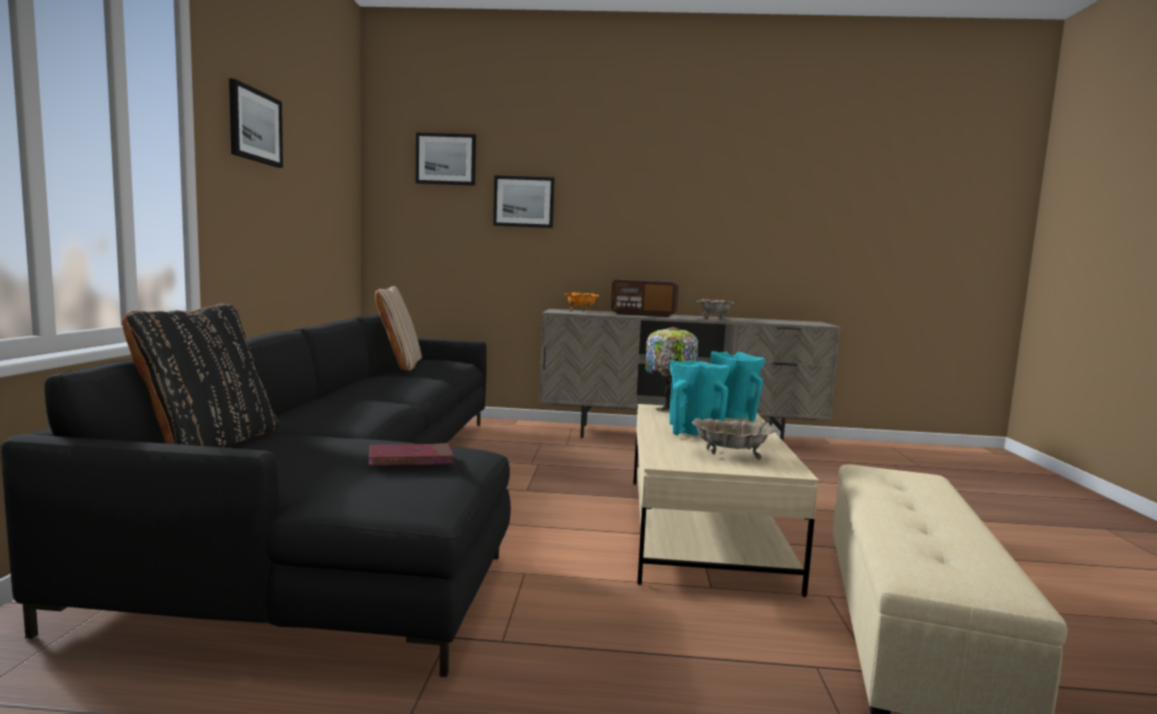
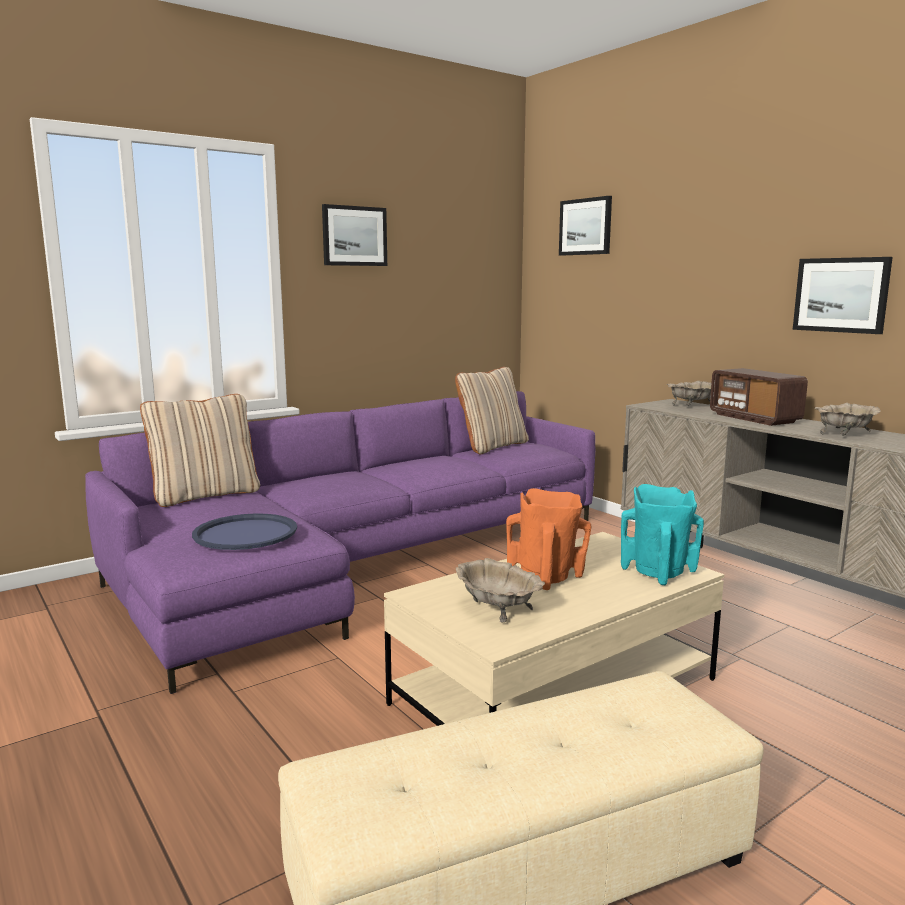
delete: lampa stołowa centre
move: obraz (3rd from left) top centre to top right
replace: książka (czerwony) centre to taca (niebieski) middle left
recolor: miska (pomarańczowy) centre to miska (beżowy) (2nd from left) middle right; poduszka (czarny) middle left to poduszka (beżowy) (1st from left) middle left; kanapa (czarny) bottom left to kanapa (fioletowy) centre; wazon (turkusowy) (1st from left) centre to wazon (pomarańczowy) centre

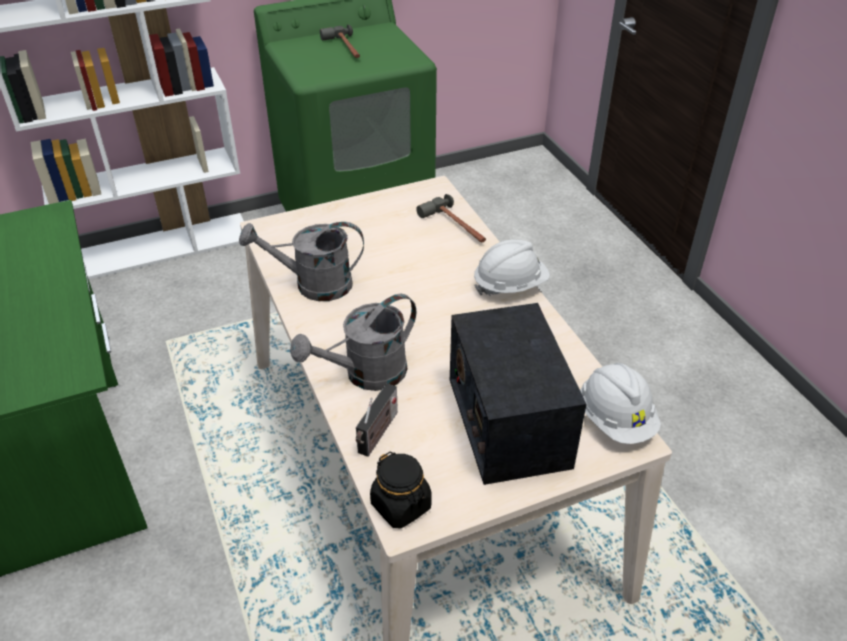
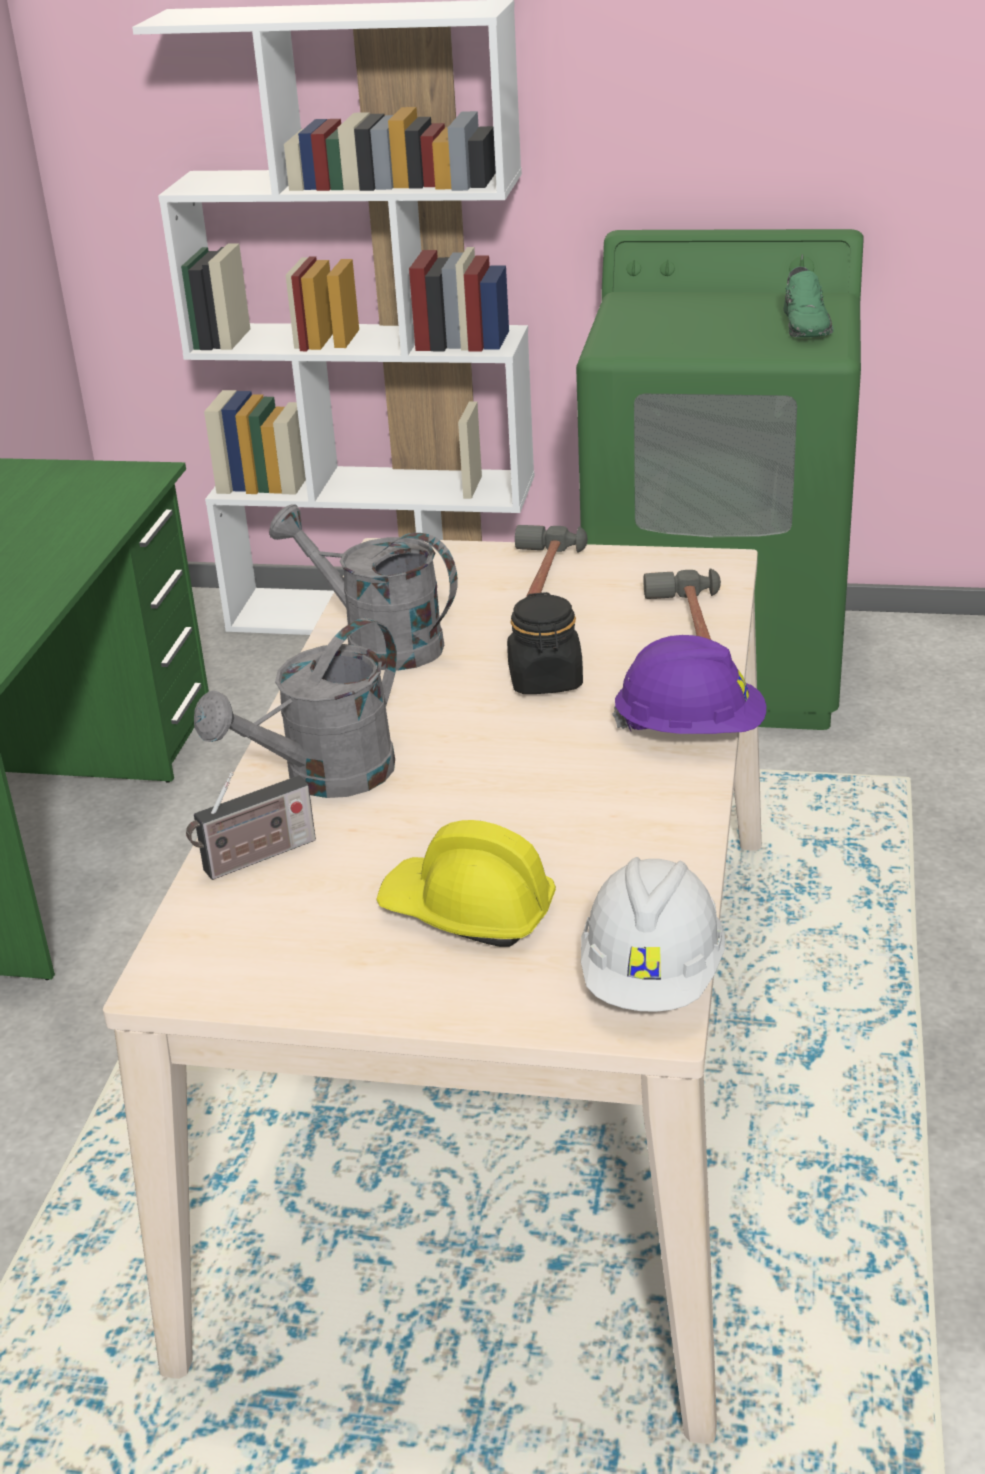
insert: but (zielony) top right
move: młotek (1st from left) top centre to centre; słoik (czarny) bottom centre to centre
replace: radio (2nd from left) centre to kask (żółty) centre
recolor: kask (biały) (1st from left) centre to kask (fioletowy) middle right
rotate: konewka (szary) (2nd from left in the first image) centre = middle left 45 degrees counterclockwise

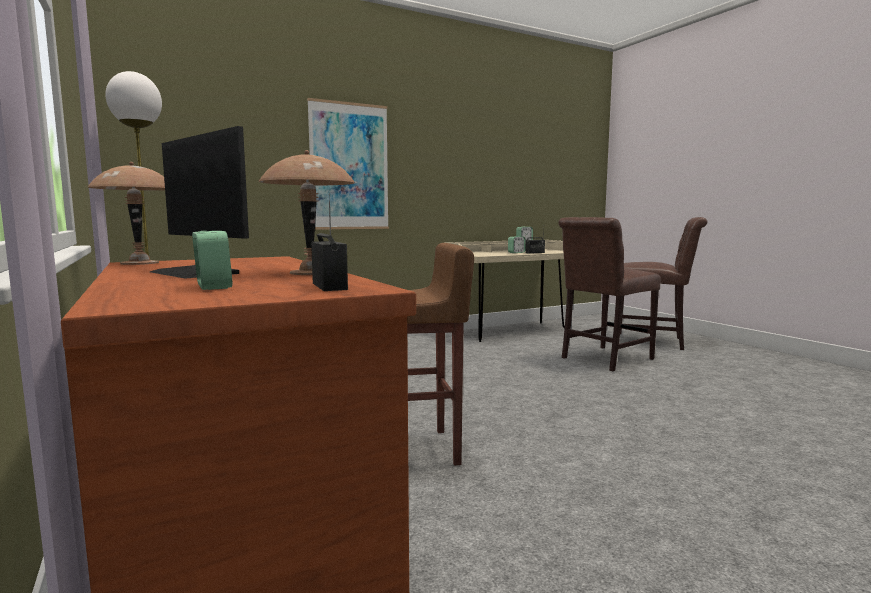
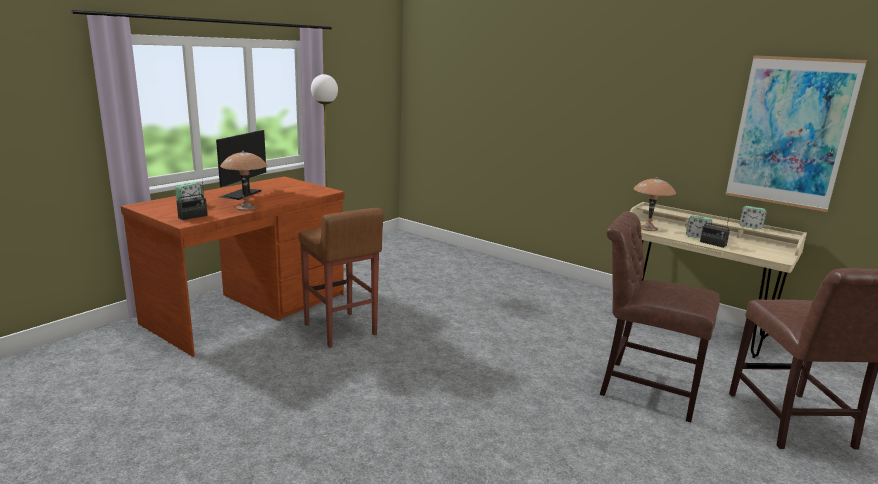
move: obraz top centre to top right; lampa stołowa (brązowy) (1st from left in the first image) middle left to lampa stołowa (brązowy) (2nd from left) middle right

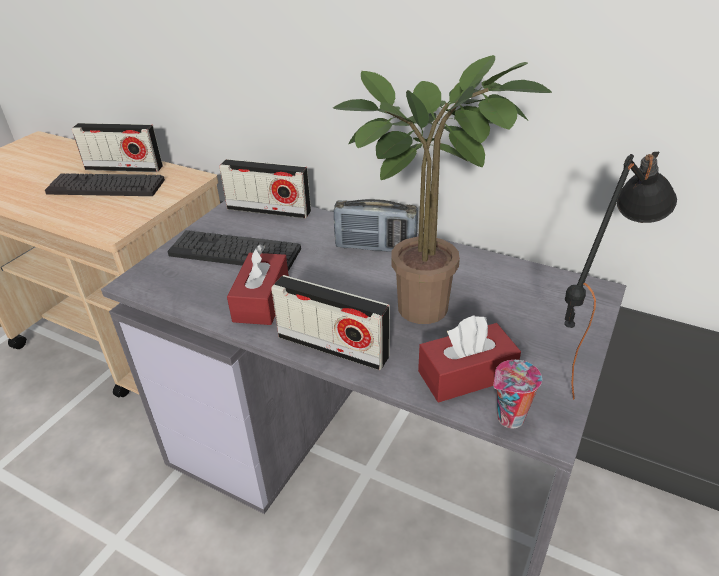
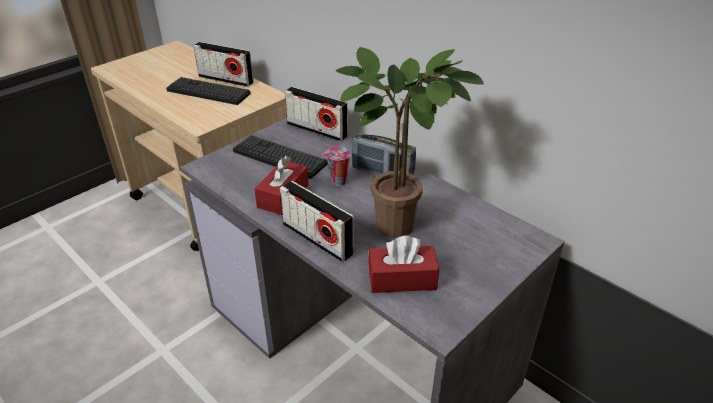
delete: lampa stołowa (czarny) middle right
move: filiżanka bottom right to centre

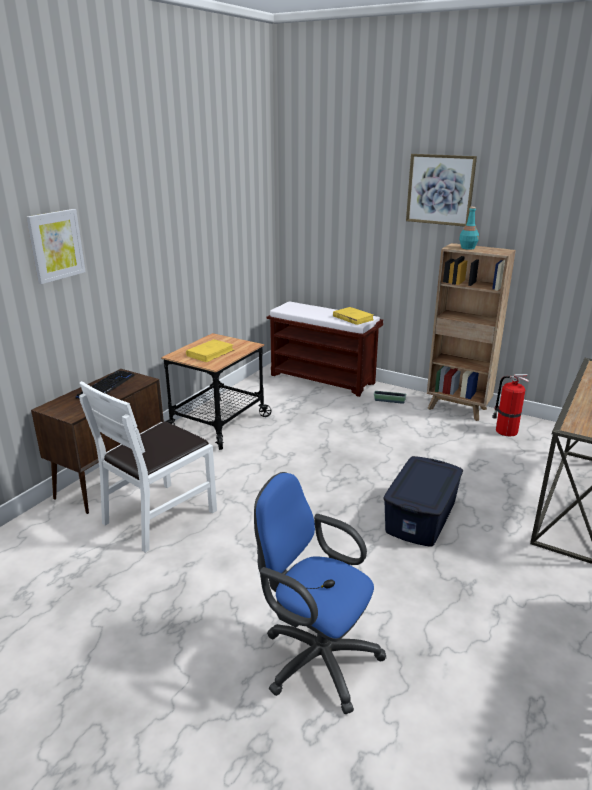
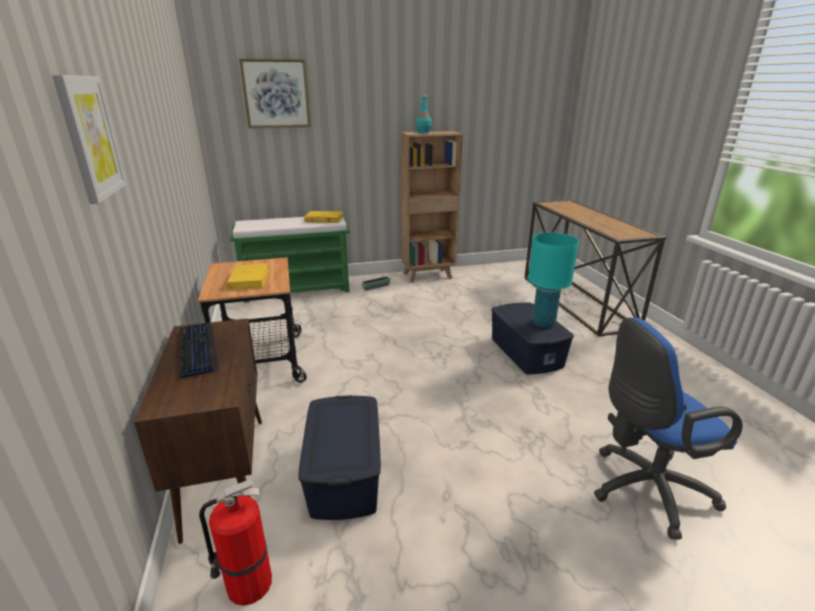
insert: lampa stołowa (turkusowy) middle right
move: obraz (2nd from left) top right to top centre; gaśnica middle right to bottom left
replace: krzesło (biały) middle left to pojemnik do przechowywania (niebieski) (1st from left) bottom centre
recolor: ławka (brązowy) centre to ławka (zielony) centre

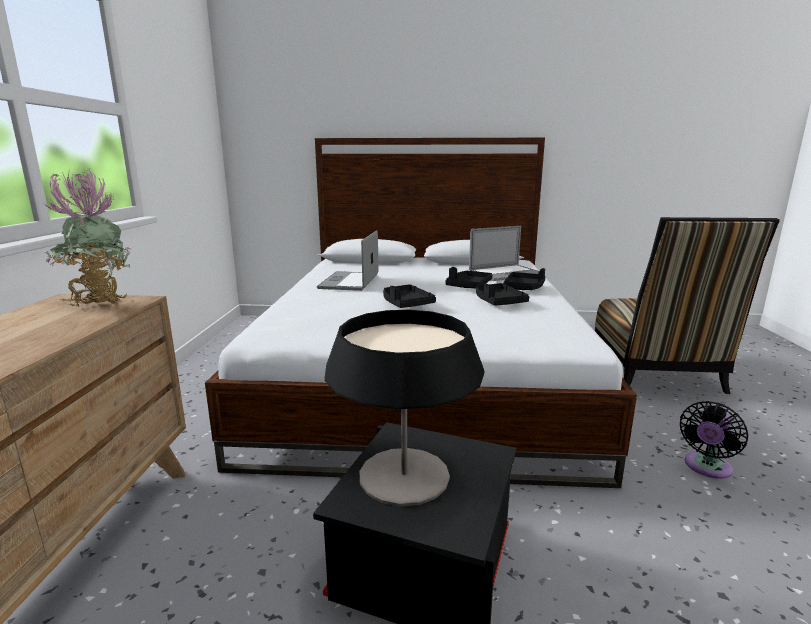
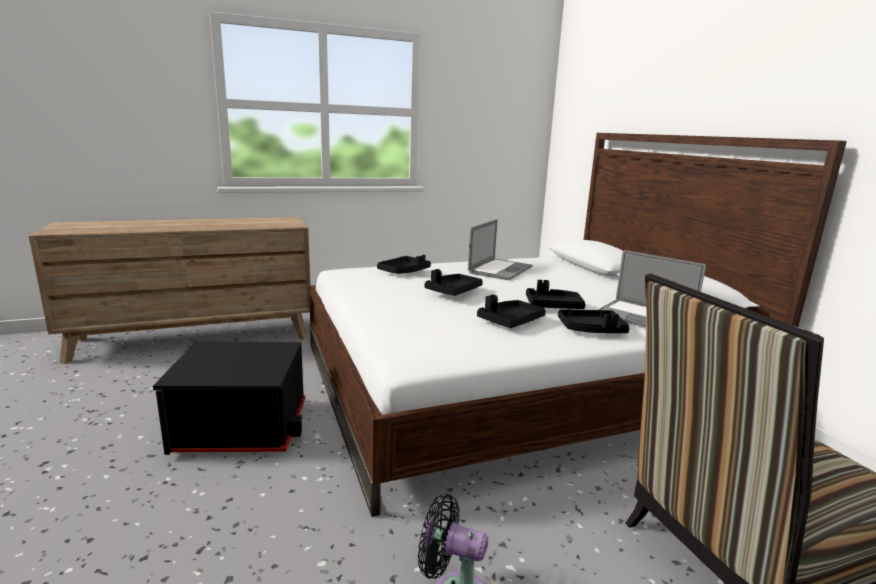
delete: roślina doniczkowa middle left; lampa stołowa centre
insert: taca (czarny) (1st from left) centre
rotate: laptop (1st from left) centre = centre 135 degrees clockwise

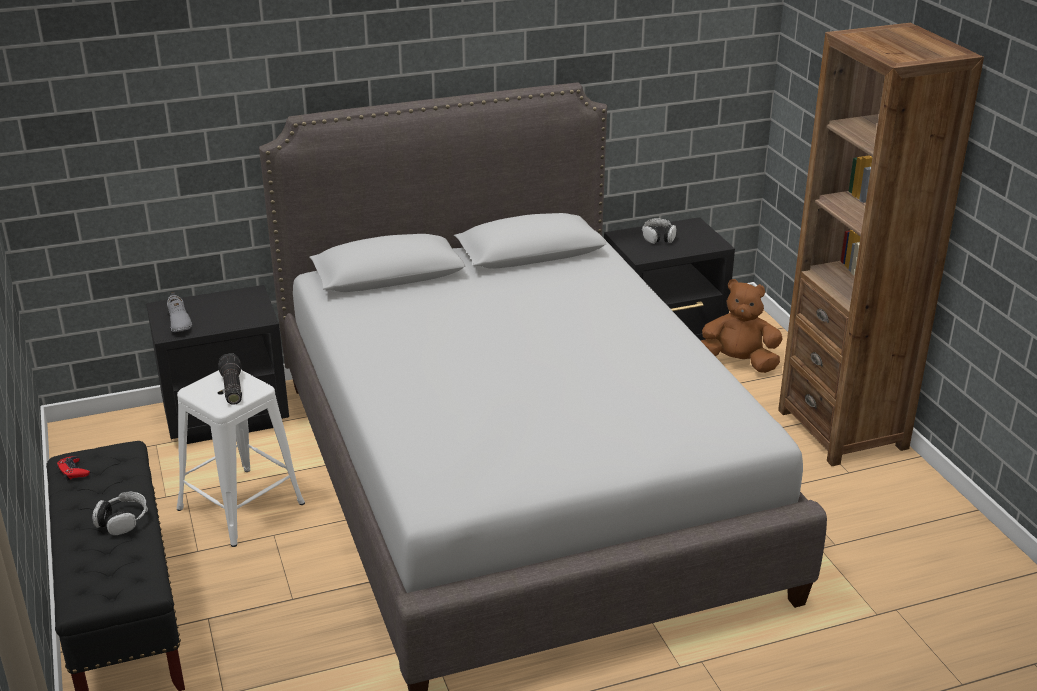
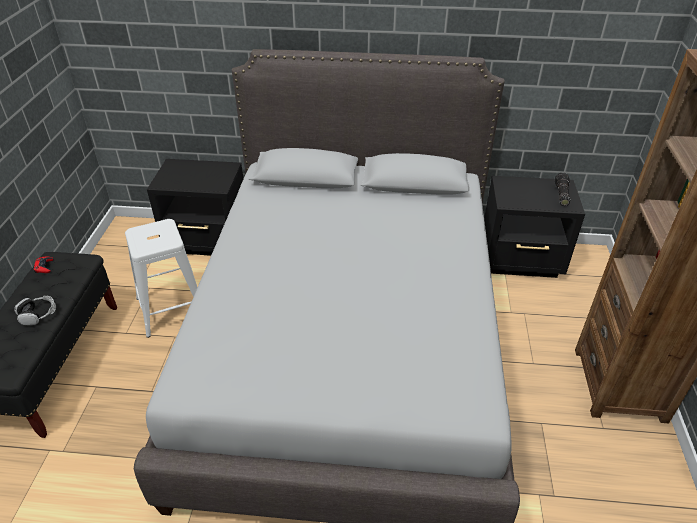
delete: słuchawki (2nd from left) centre; pluszak (brązowy) middle right; but (szary) middle left
move: latarka middle left to middle right

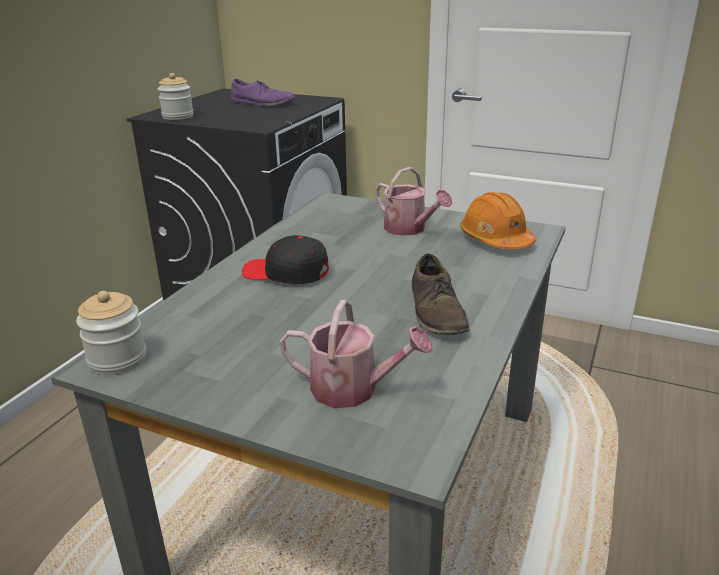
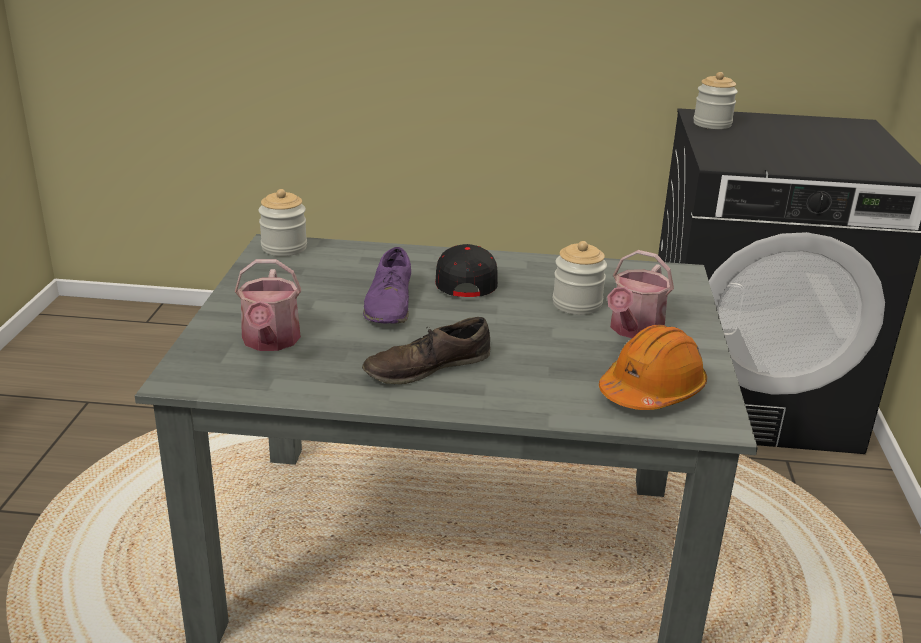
insert: słoik (2nd from left) centre
move: but (fioletowy) top centre to centre

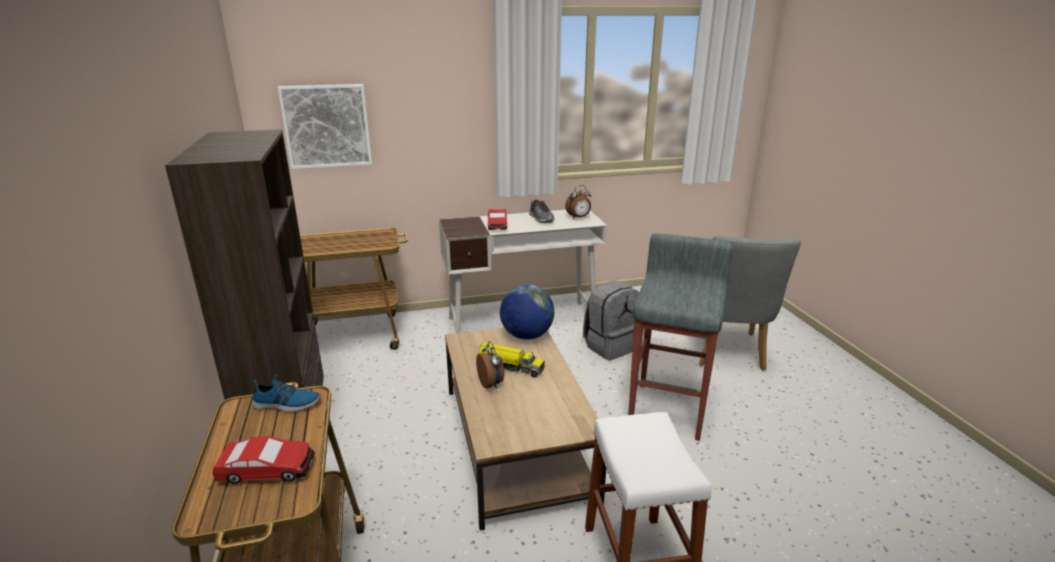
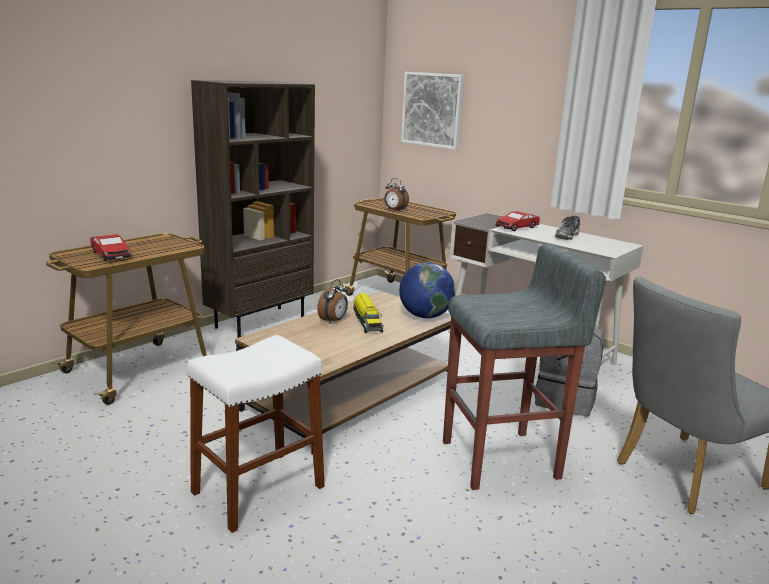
delete: but (1st from left) bottom left
move: budzik (2nd from left) centre to top centre

